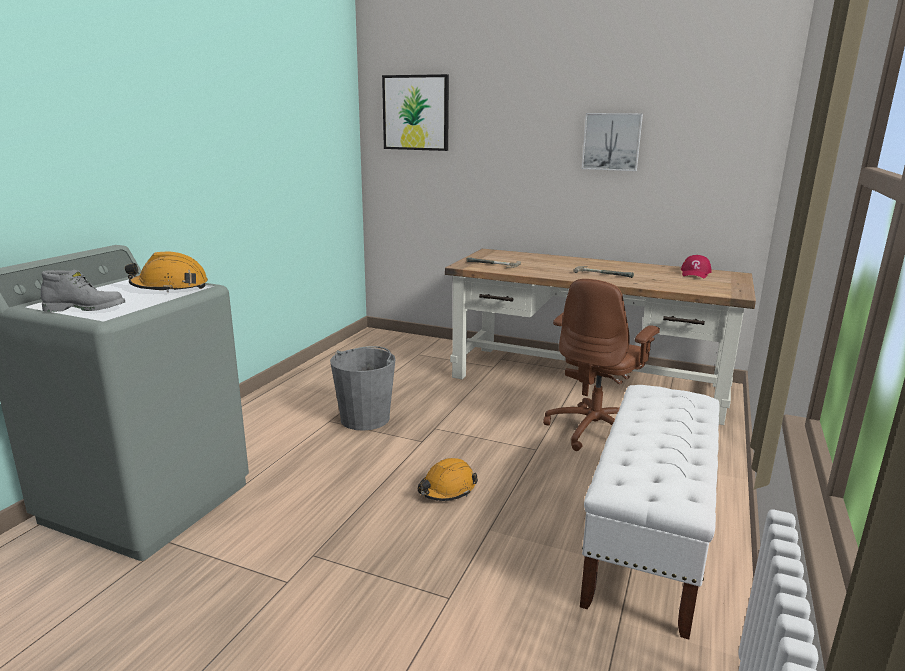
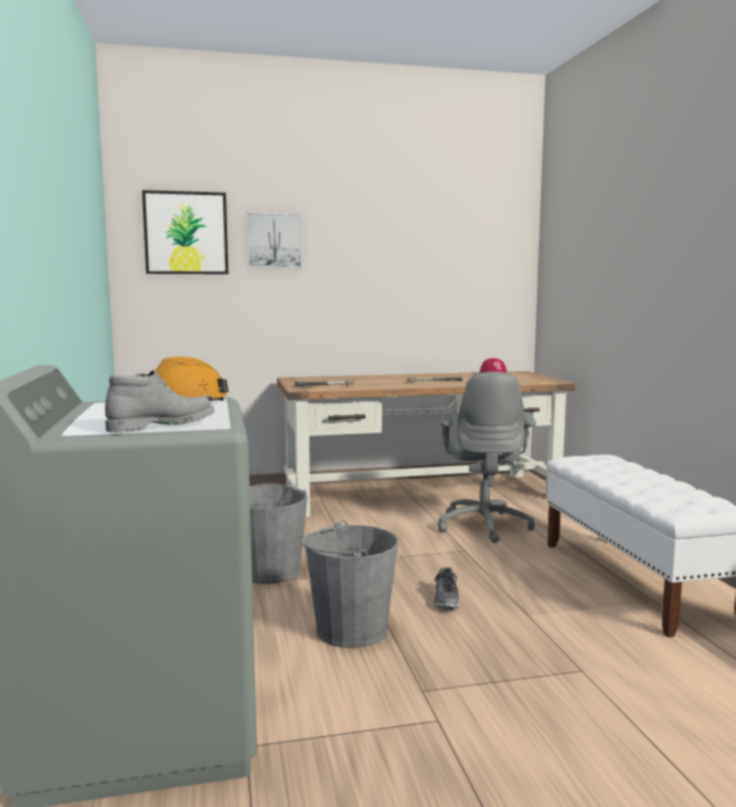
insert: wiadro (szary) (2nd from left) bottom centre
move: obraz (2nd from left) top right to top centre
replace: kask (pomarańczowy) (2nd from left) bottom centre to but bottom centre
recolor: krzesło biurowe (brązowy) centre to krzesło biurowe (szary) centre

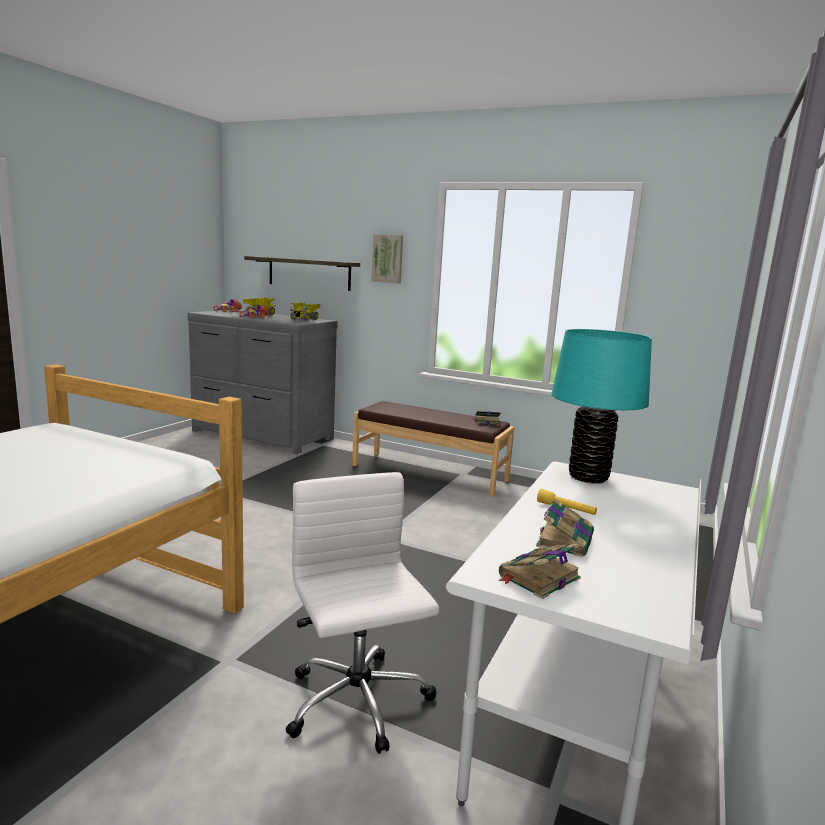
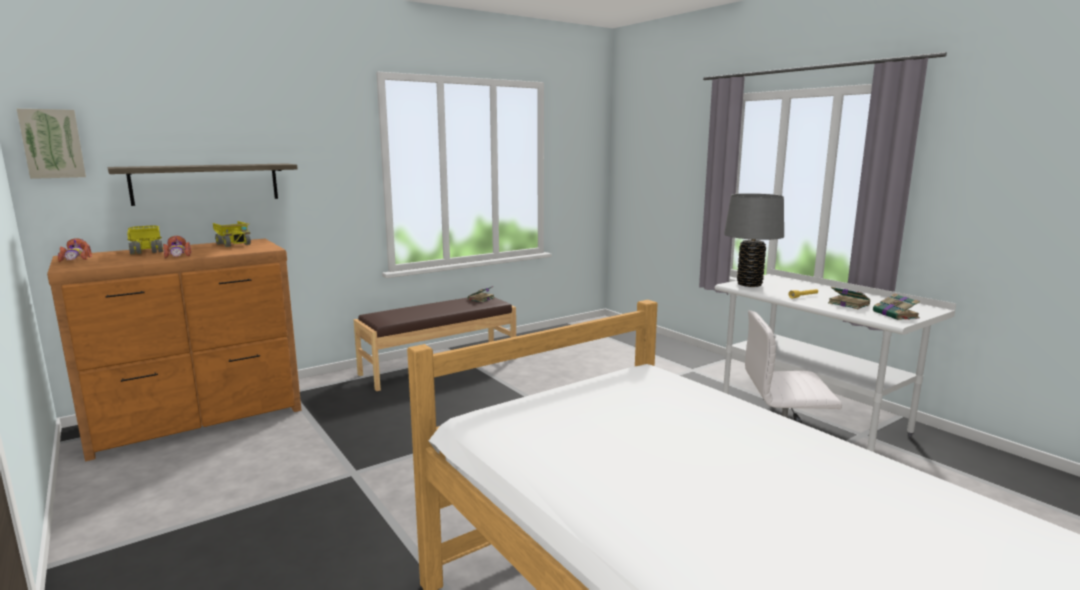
move: obraz top centre to top left
recolor: komoda (szary) middle left to komoda (brązowy) middle left; lampa stołowa (turkusowy) middle right to lampa stołowa (szary) middle right

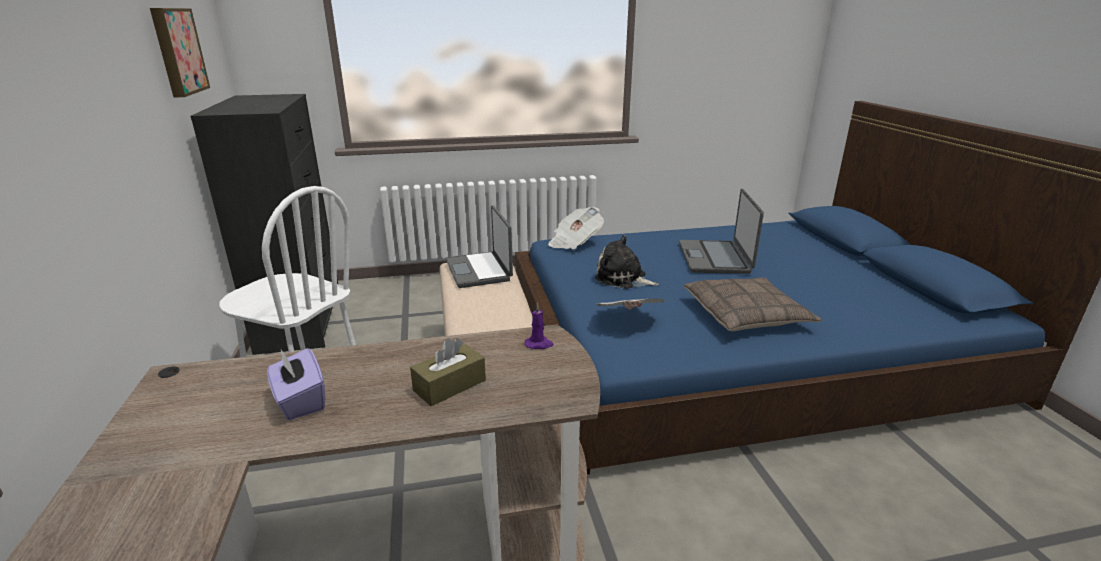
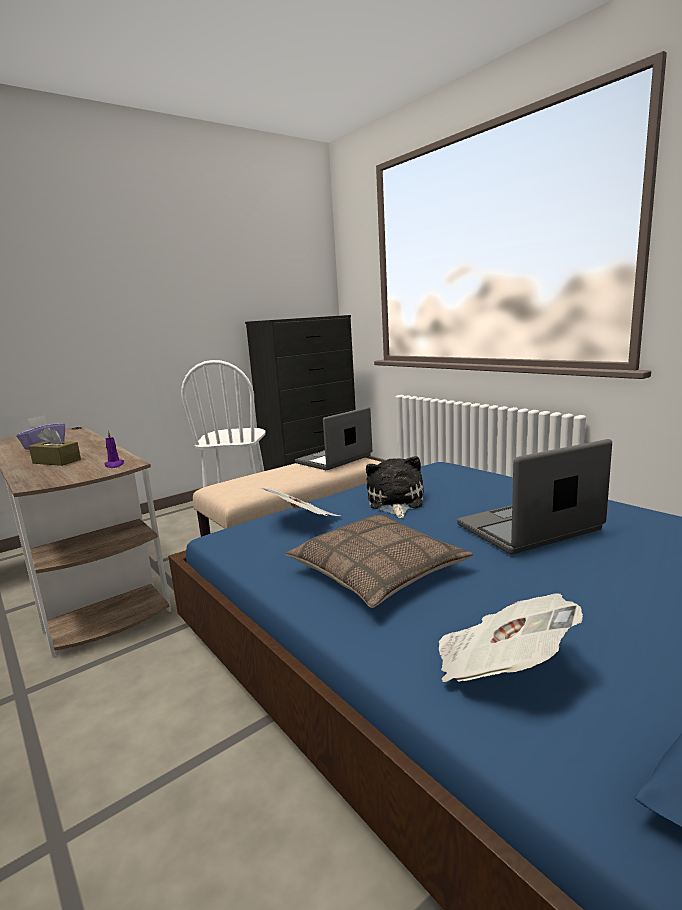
delete: obraz top left
move: gazeta (1st from left in the first image) centre to gazeta (2nd from left) bottom right

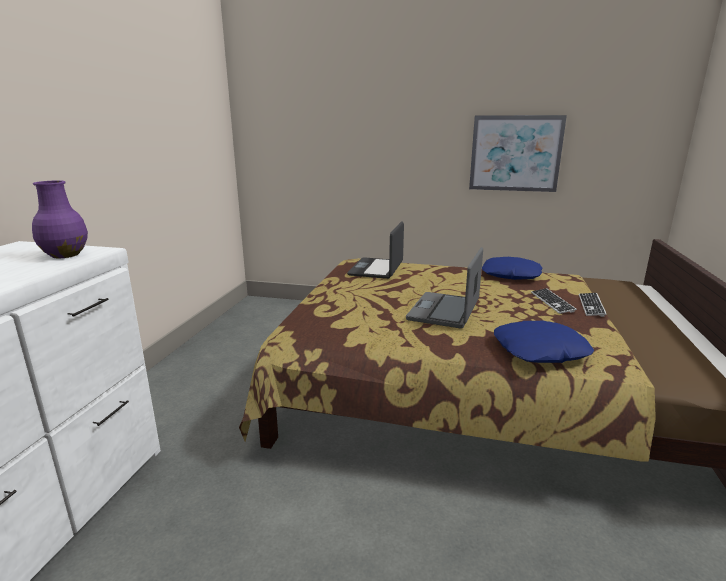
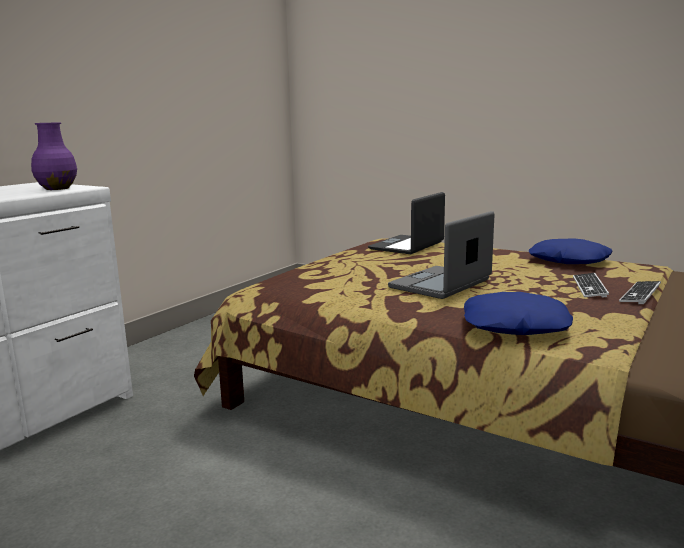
delete: obraz top right

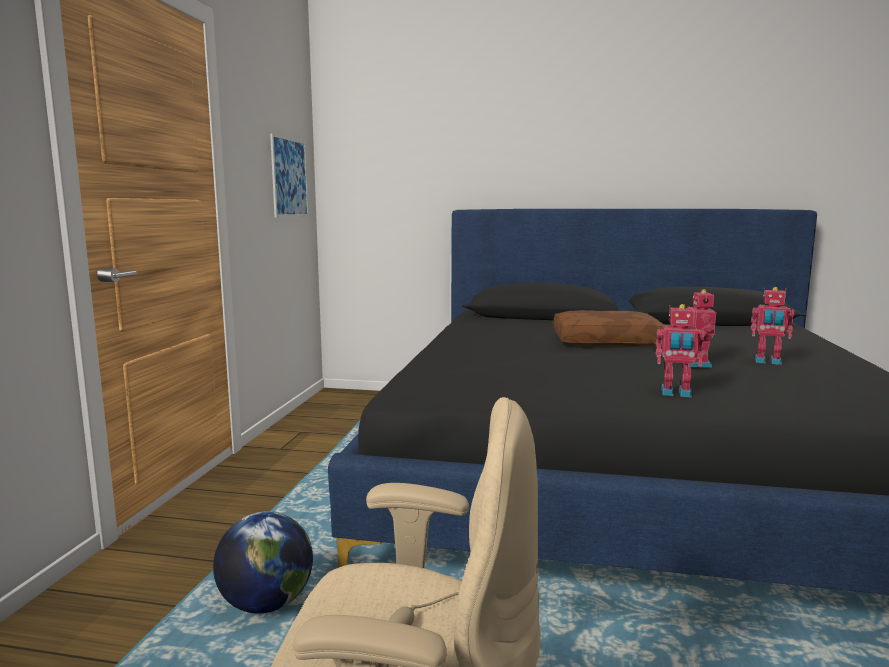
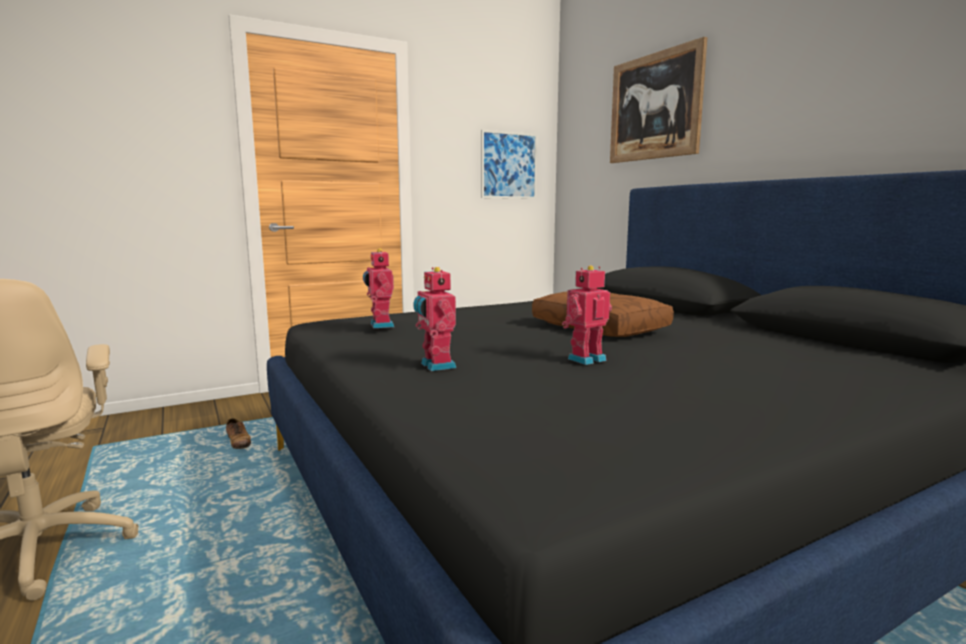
insert: obraz (2nd from left) top right
move: robot zabawkowy (3rd from left in the first image) middle right to robot zabawkowy (1st from left) centre
replace: globus bottom left to but bottom left

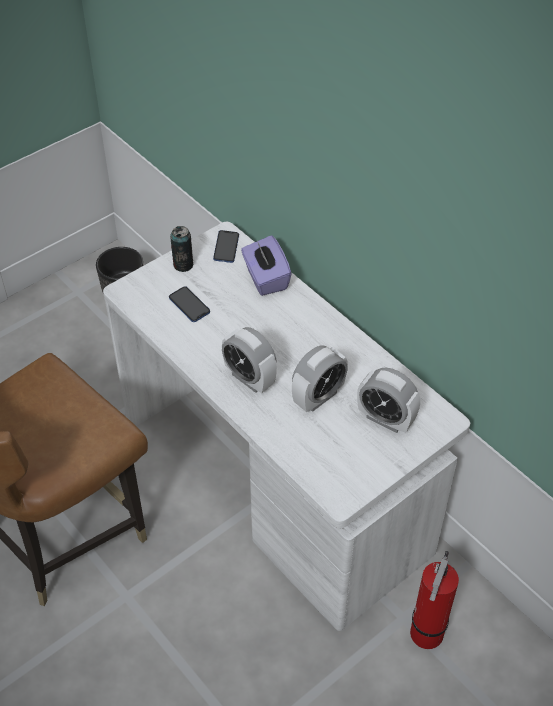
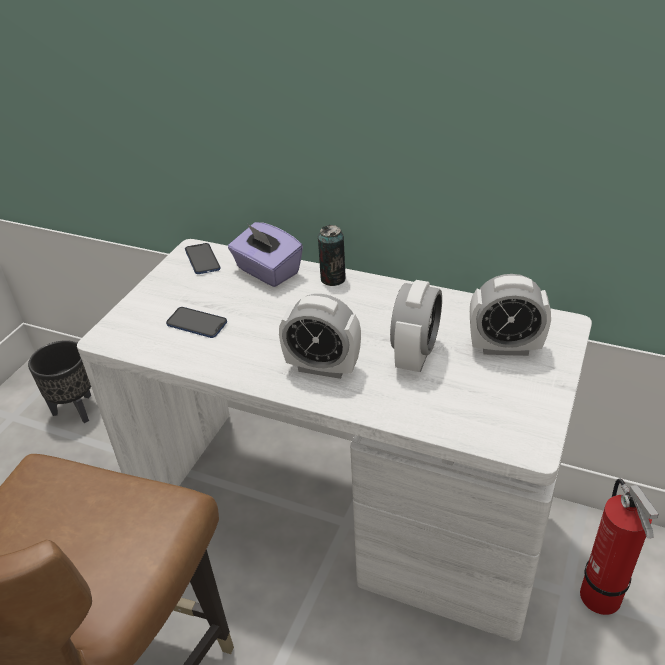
move: puszka middle left to centre

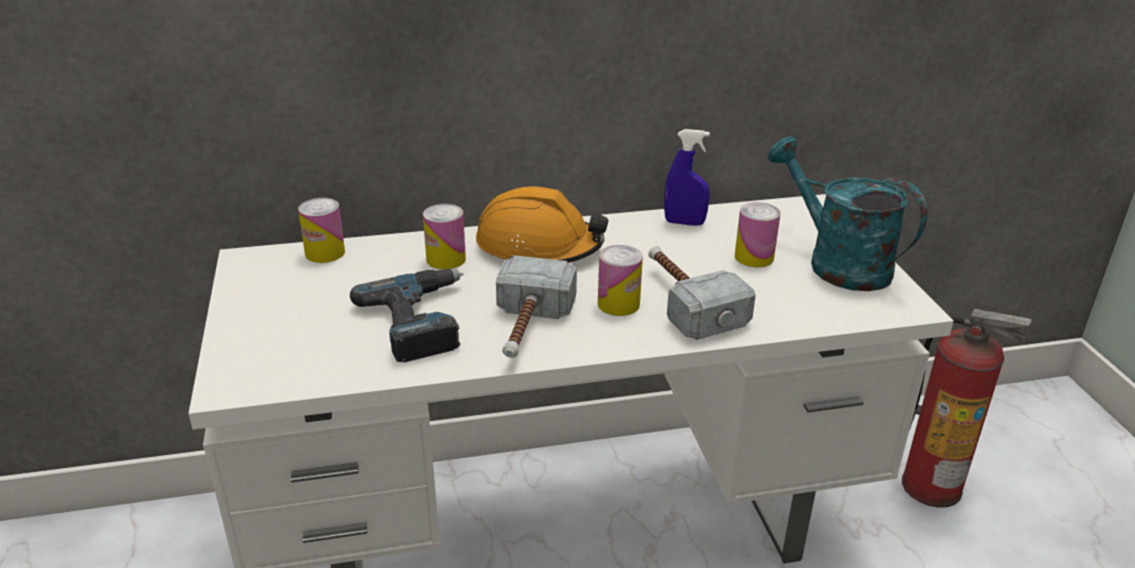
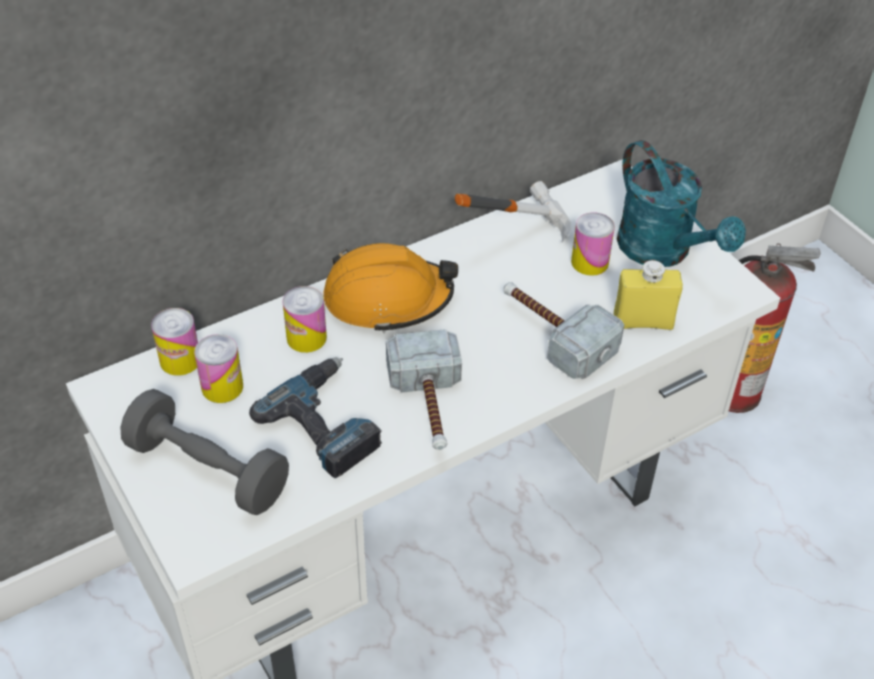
insert: butelka (żółty) middle right; hantel (szary) middle left
move: puszka (3rd from left in the first image) centre to puszka (2nd from left) middle left
replace: spryskiwacz (niebieski) top centre to młotek (2nd from left) top centre
rotate: konewka (turkusowy) middle right = top right 150 degrees counterclockwise

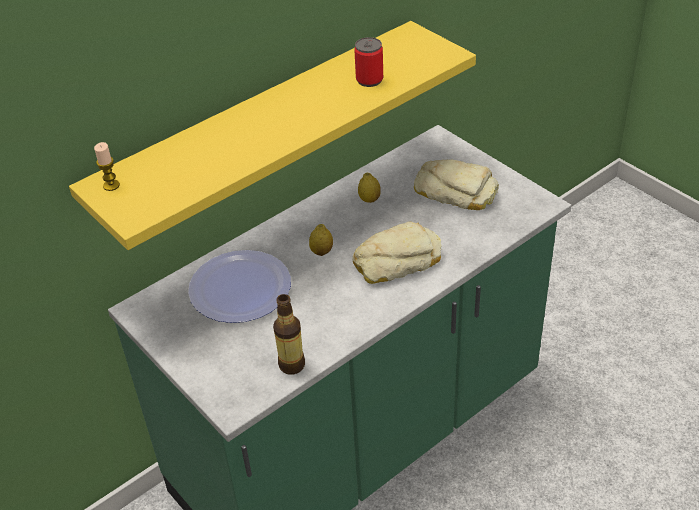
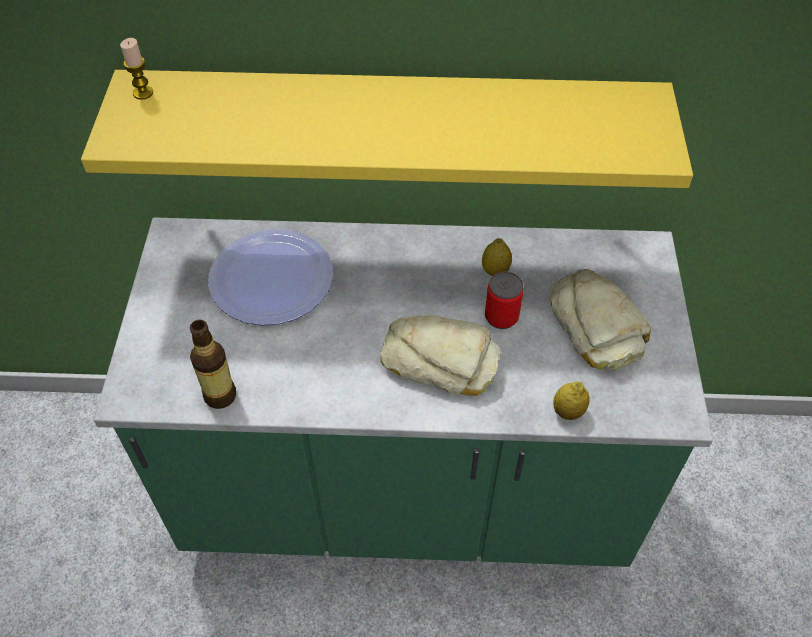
move: puszka top centre to centre; cytryna (1st from left in the first image) centre to cytryna (2nd from left) middle right

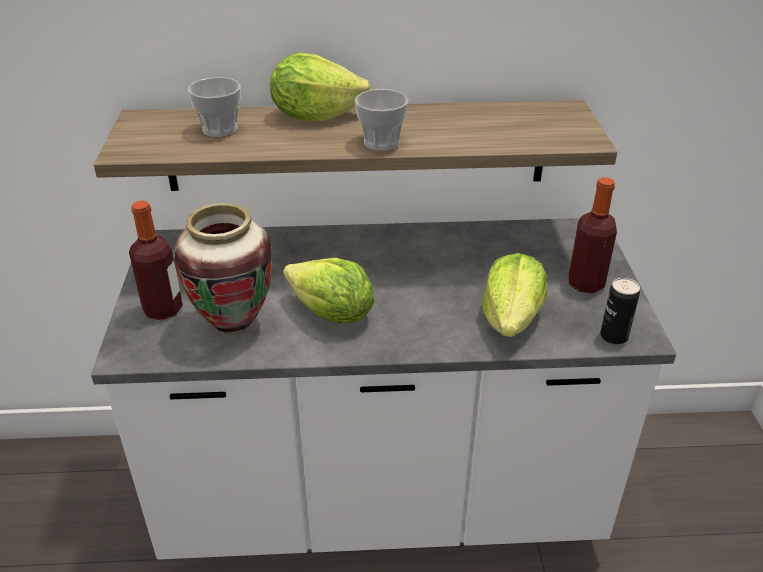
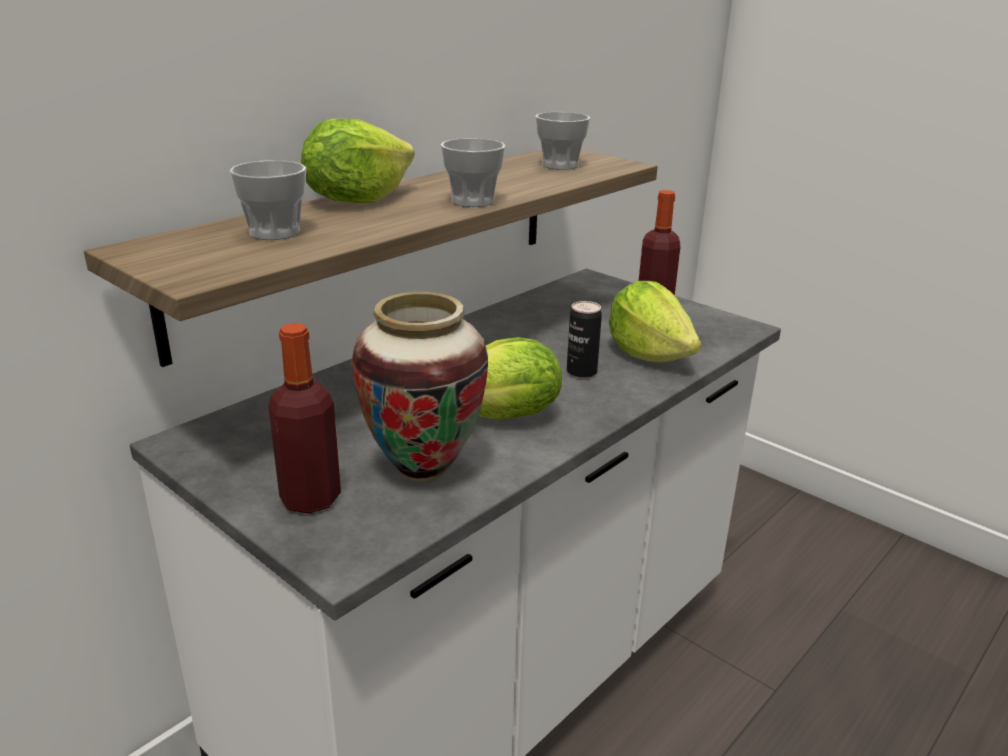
insert: filiżanka (3rd from left) top centre
move: puszka middle right to centre

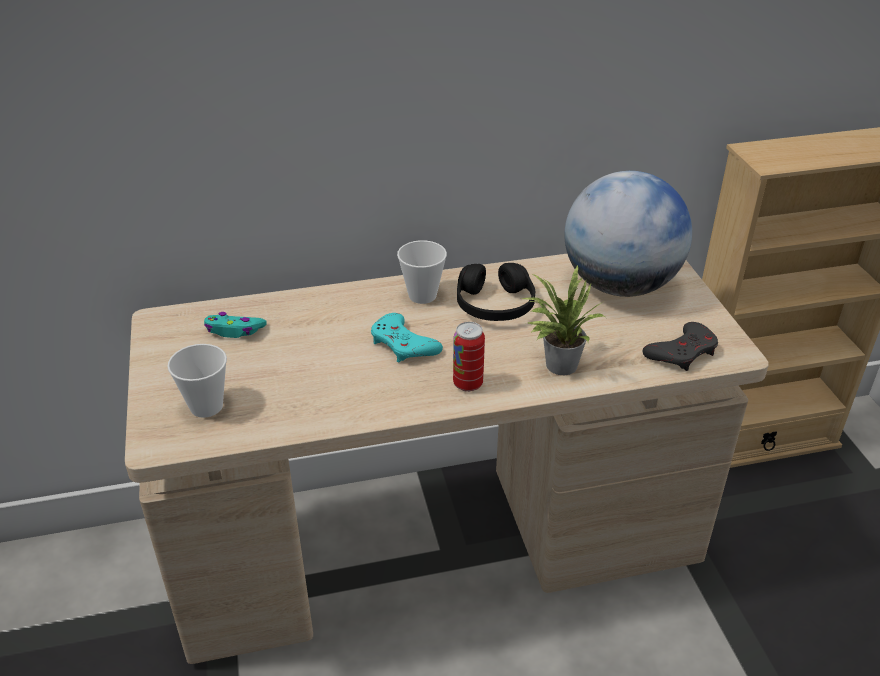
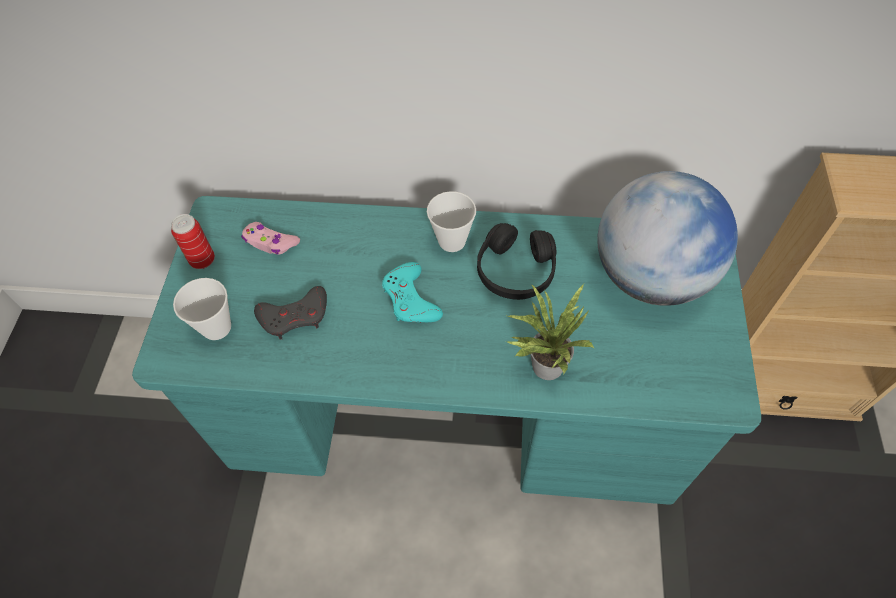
move: puszka centre to middle left; pad do gier (szary) middle right to middle left
recolor: biurko (beżowy) bottom centre to biurko (turkusowy) centre; pad do gier (turkusowy) (1st from left) middle left to pad do gier (różowy) middle left

